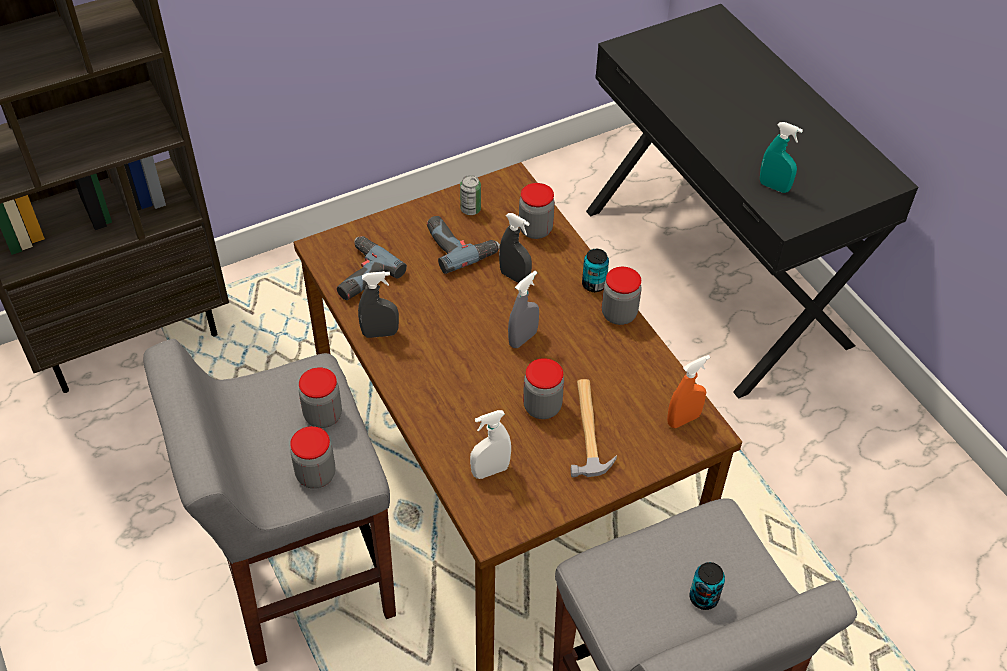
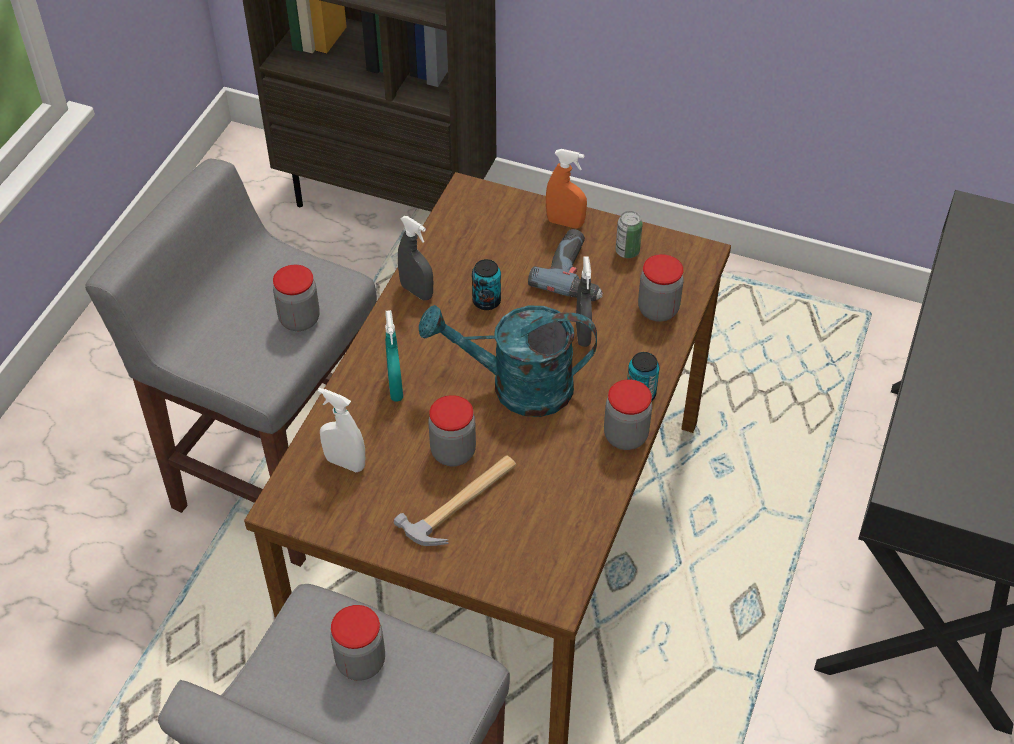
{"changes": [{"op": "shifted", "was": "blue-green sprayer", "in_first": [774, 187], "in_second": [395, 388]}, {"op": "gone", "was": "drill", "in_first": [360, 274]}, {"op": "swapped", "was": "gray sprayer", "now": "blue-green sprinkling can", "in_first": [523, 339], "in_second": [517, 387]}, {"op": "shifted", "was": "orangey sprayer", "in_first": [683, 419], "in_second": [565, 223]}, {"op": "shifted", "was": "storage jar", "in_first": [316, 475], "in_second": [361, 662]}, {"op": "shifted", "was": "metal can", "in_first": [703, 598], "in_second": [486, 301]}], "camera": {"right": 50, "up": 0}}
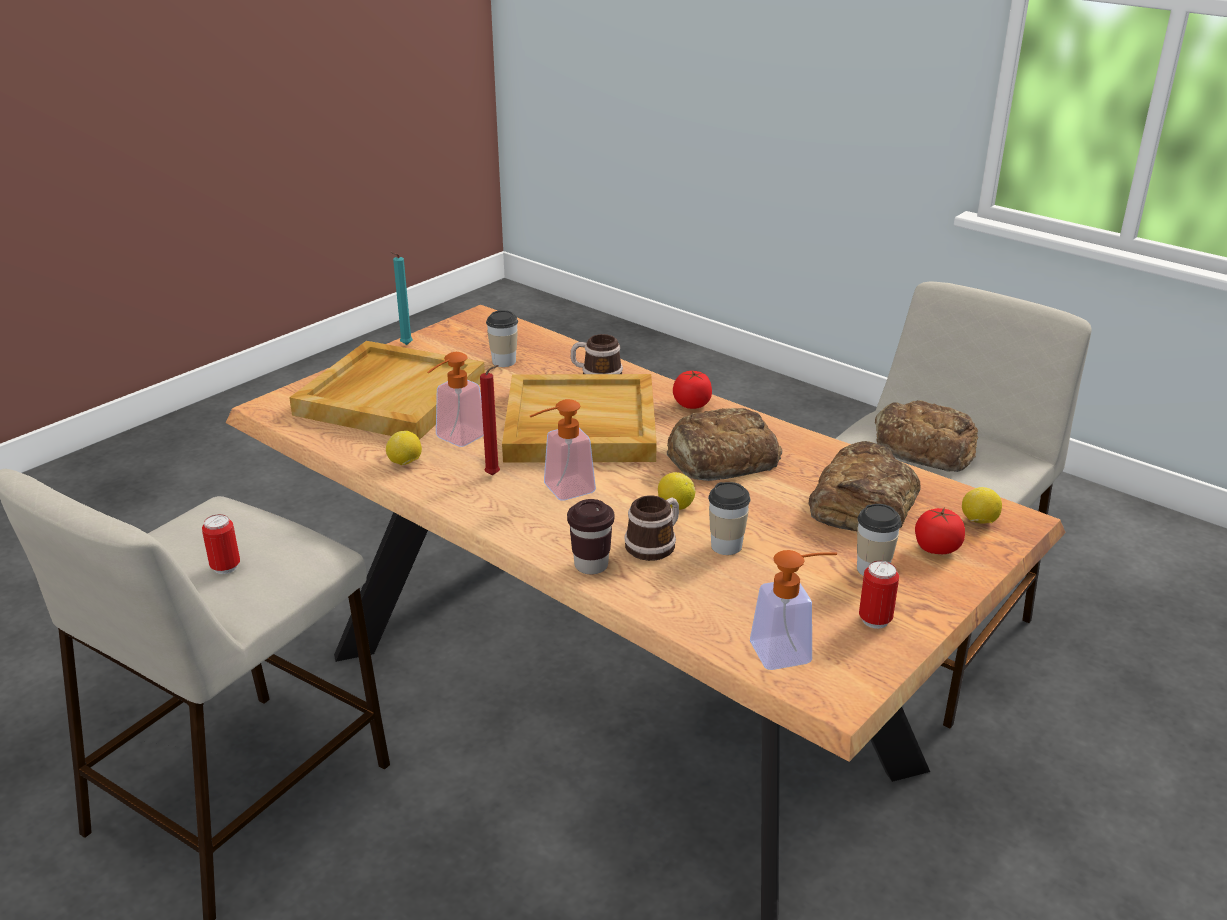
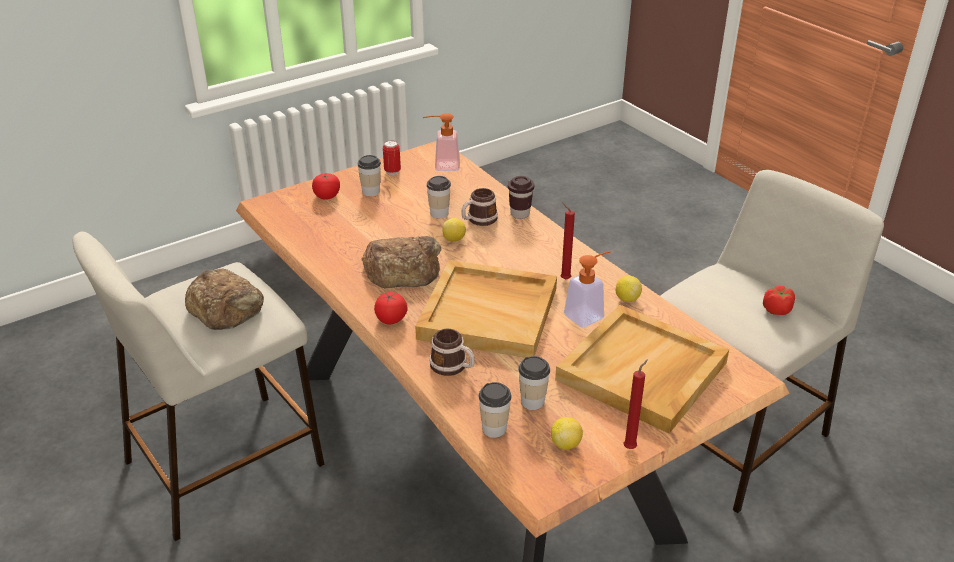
{"changes": [{"op": "repainted", "was": "blue-green wax candle", "now": "reddish wax candle", "in_first": [405, 345], "in_second": [631, 447]}, {"op": "gone", "was": "soap dispenser", "in_first": [561, 491]}, {"op": "gone", "was": "bakery bread", "in_first": [862, 502]}, {"op": "shifted", "was": "whole lemon", "in_first": [978, 522], "in_second": [566, 444]}, {"op": "gone", "was": "metal can", "in_first": [225, 567]}, {"op": "new", "now": "tomato", "in_second": [777, 310]}, {"op": "new", "now": "cup", "in_second": [494, 429]}], "camera": {"right": -165, "up": 5}}
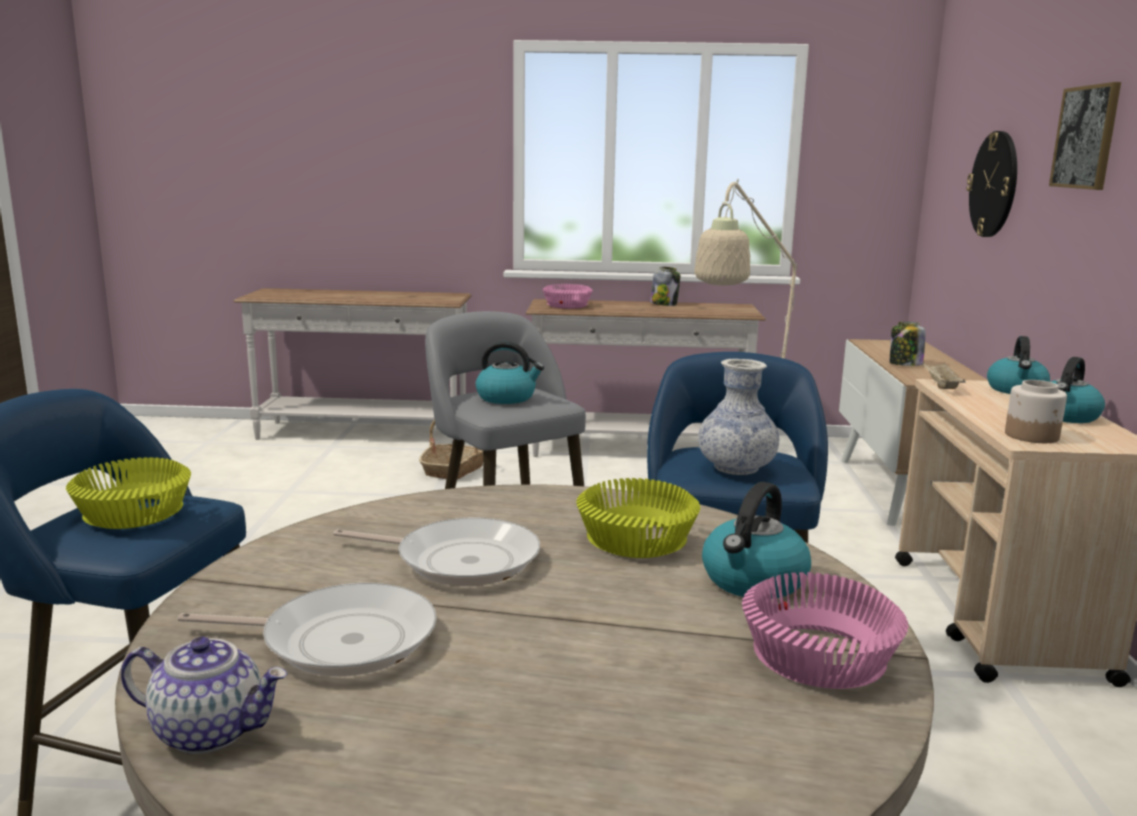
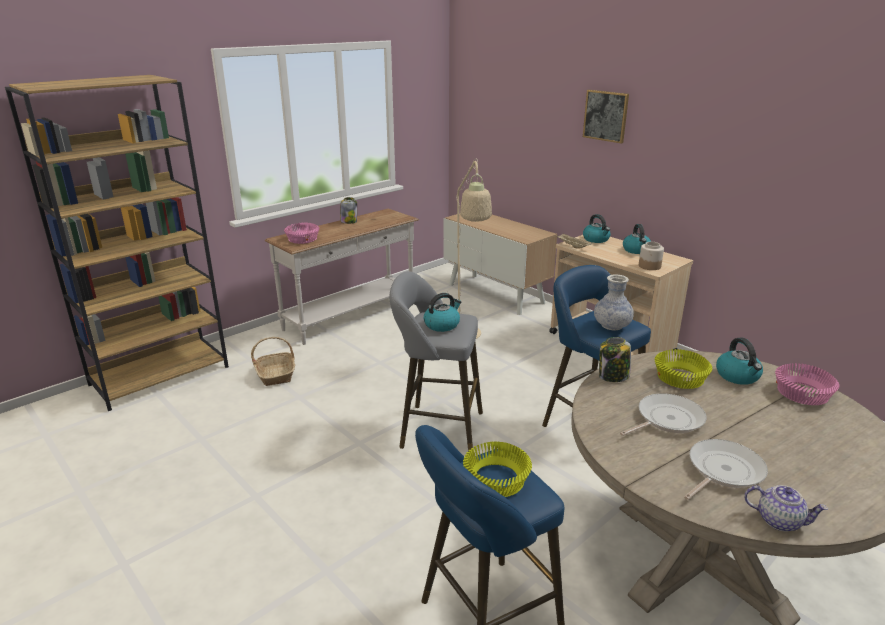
{"changes": [{"op": "gone", "was": "wall clock", "in_first": [994, 184]}, {"op": "swapped", "was": "white-coloured narrow table", "now": "brownish bookshelf", "in_first": [362, 434], "in_second": [160, 375]}, {"op": "shifted", "was": "storage jar", "in_first": [905, 364], "in_second": [613, 376]}, {"op": "rotated", "was": "pot for tea", "in_first": [211, 731], "in_second": [779, 520], "clockwise": 60}], "camera": {"right": -45, "up": 10}}
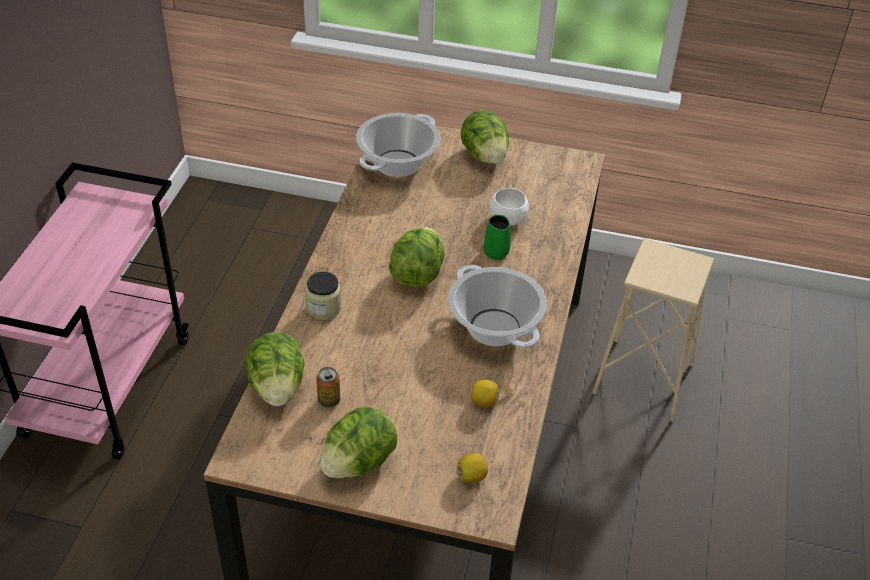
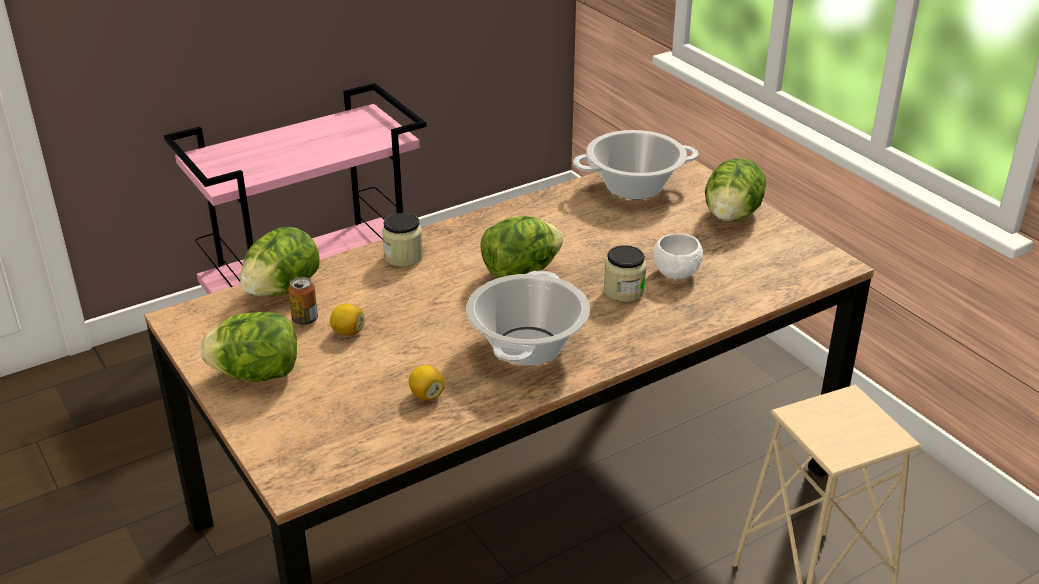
{"changes": [{"op": "swapped", "was": "green tea mug", "now": "storage jar", "in_first": [496, 251], "in_second": [623, 291]}, {"op": "shifted", "was": "whole lemon", "in_first": [472, 476], "in_second": [348, 332]}], "camera": {"right": 45, "up": -10}}
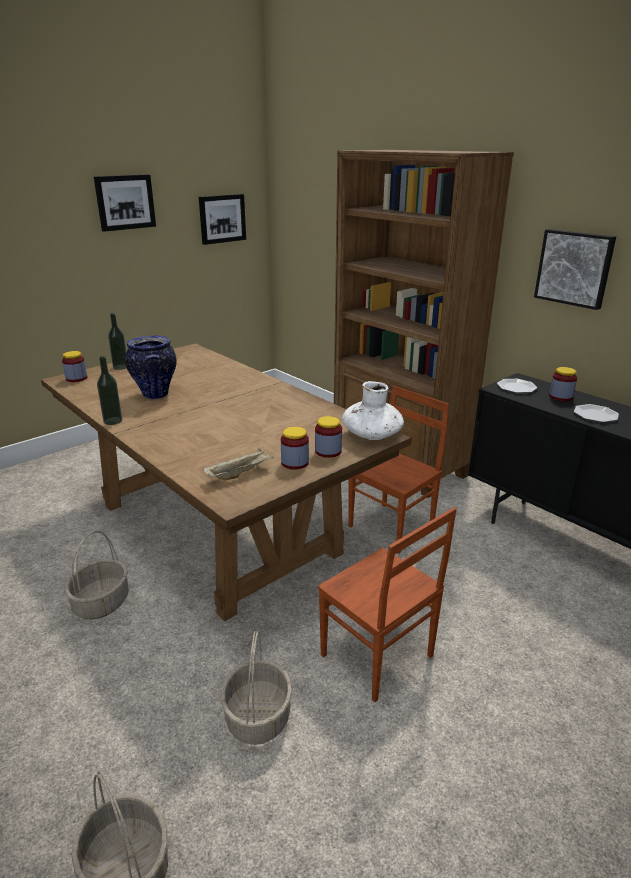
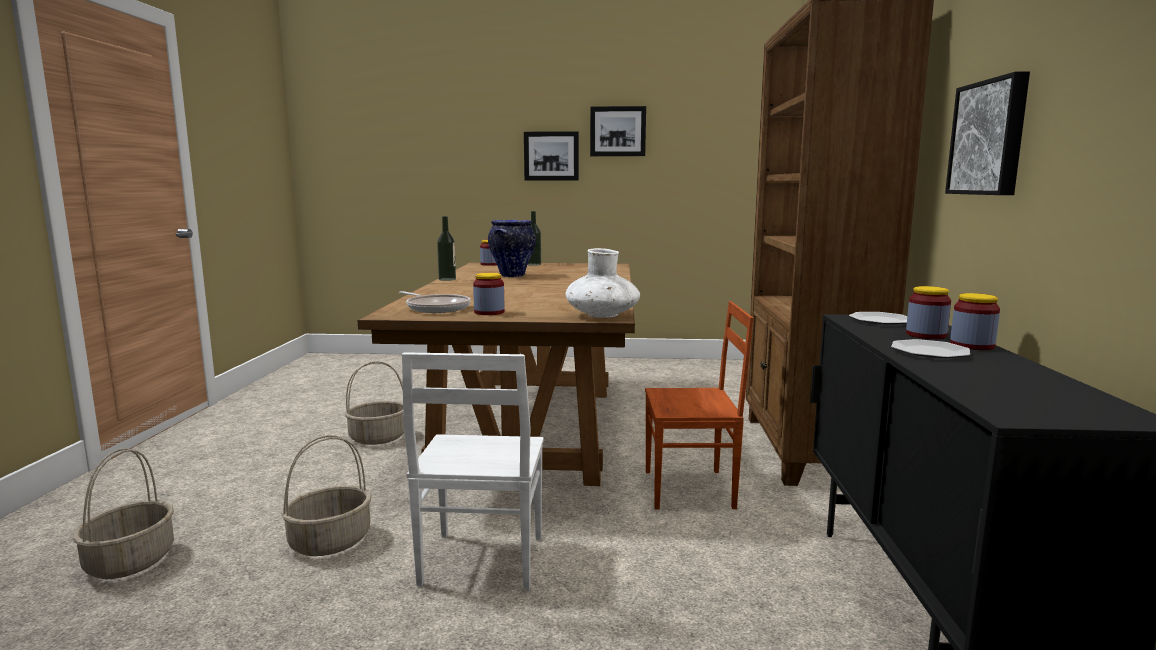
{"changes": [{"op": "shifted", "was": "picture", "in_first": [222, 218], "in_second": [551, 156]}, {"op": "shifted", "was": "storage jar", "in_first": [328, 451], "in_second": [972, 345]}, {"op": "swapped", "was": "sand-coloured serving tray", "now": "pan", "in_first": [239, 474], "in_second": [436, 308]}, {"op": "repainted", "was": "brownish upright chair", "now": "white-coloured upright chair", "in_first": [377, 657], "in_second": [480, 562]}], "camera": {"right": 45, "up": -15}}
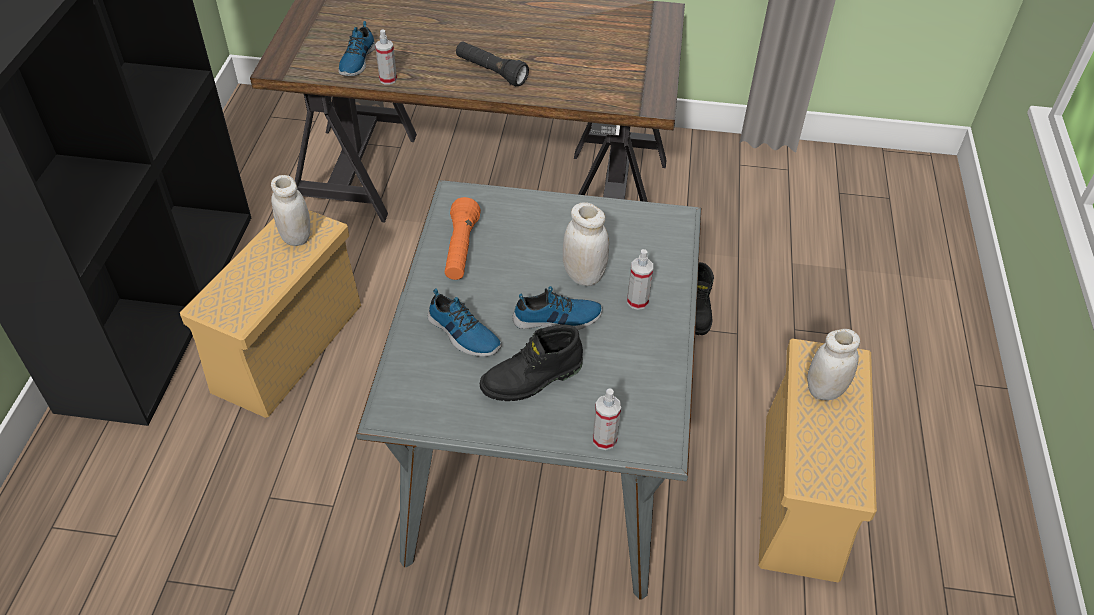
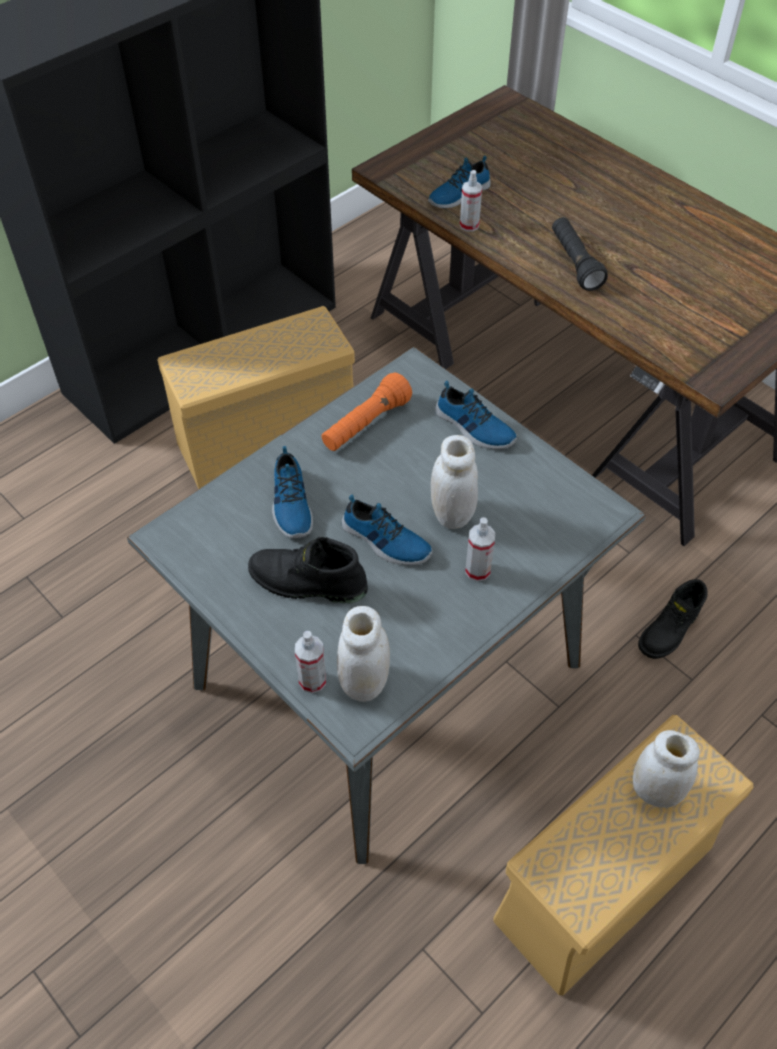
{"changes": [{"op": "shifted", "was": "white-coloured storage jar", "in_first": [296, 237], "in_second": [364, 682]}, {"op": "new", "now": "item of footwear", "in_second": [474, 428]}], "camera": {"right": 40, "up": 5}}
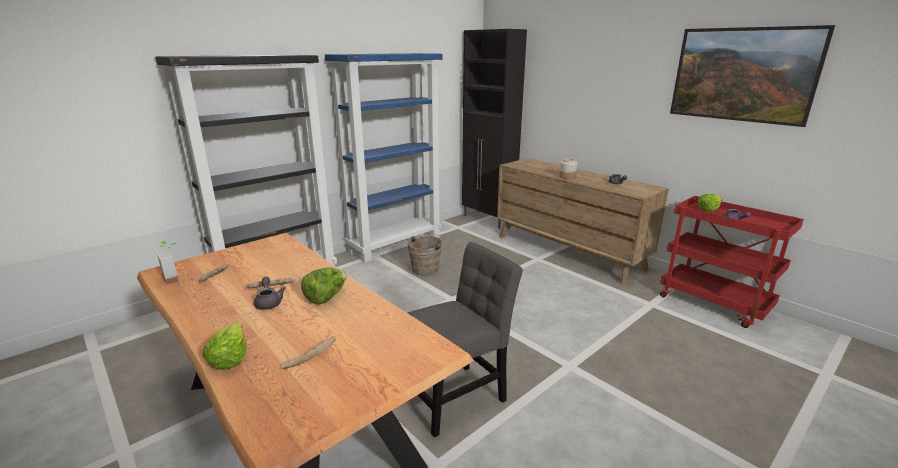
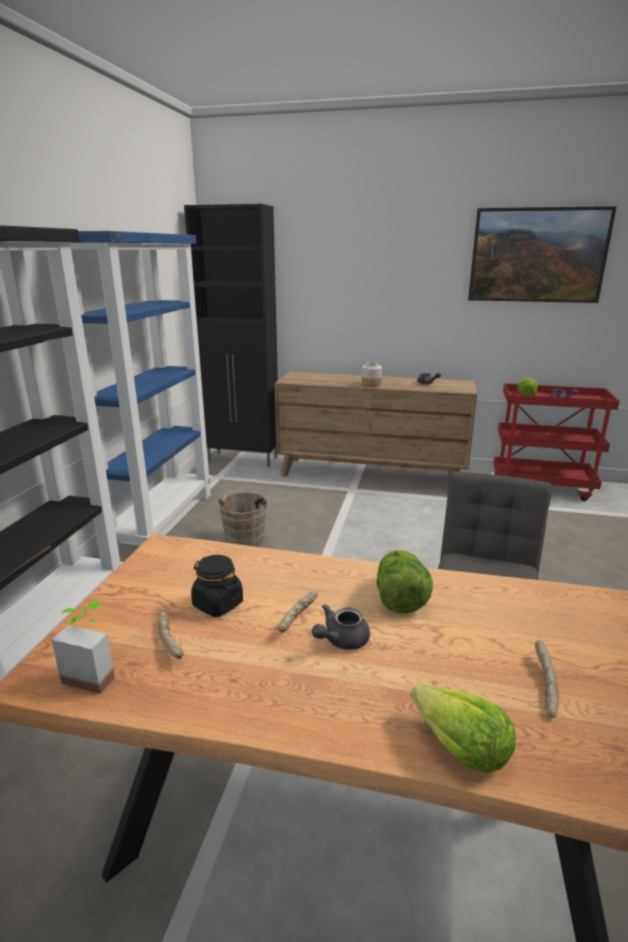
{"changes": [{"op": "rotated", "was": "gray pot for tea", "in_first": [269, 302], "in_second": [341, 640], "clockwise": -75}, {"op": "new", "now": "black storage jar", "in_second": [217, 604]}], "camera": {"right": -35, "up": 0}}
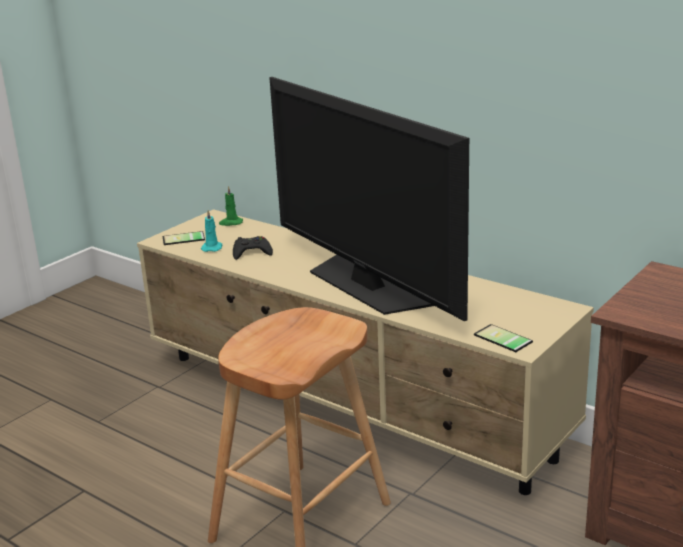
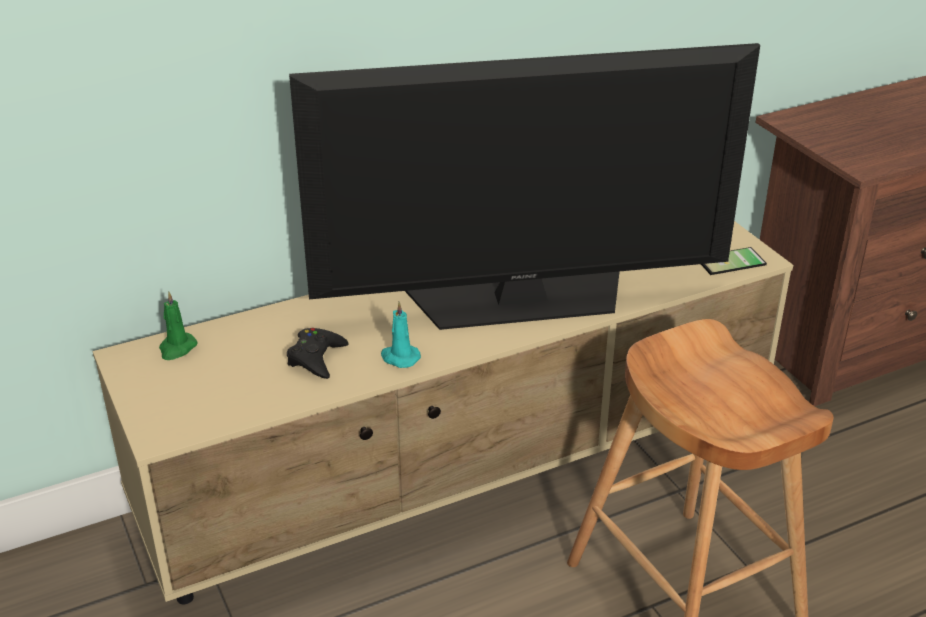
{"changes": [{"op": "shifted", "was": "blue-green wax candle", "in_first": [212, 248], "in_second": [399, 357]}, {"op": "gone", "was": "telephone", "in_first": [183, 239]}], "camera": {"right": -65, "up": 10}}
